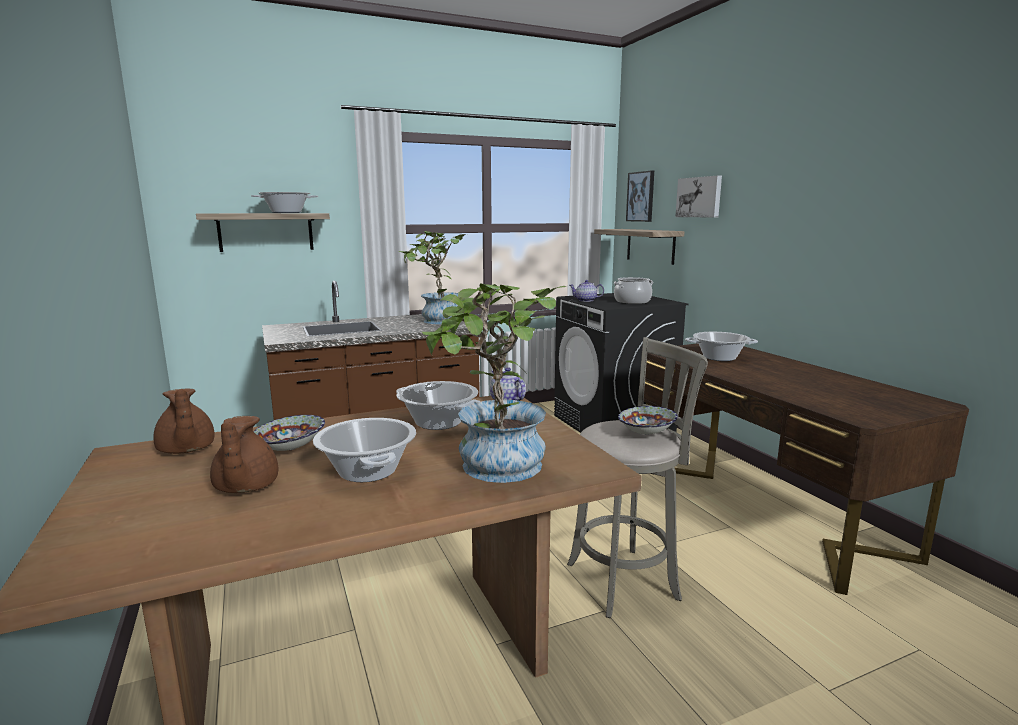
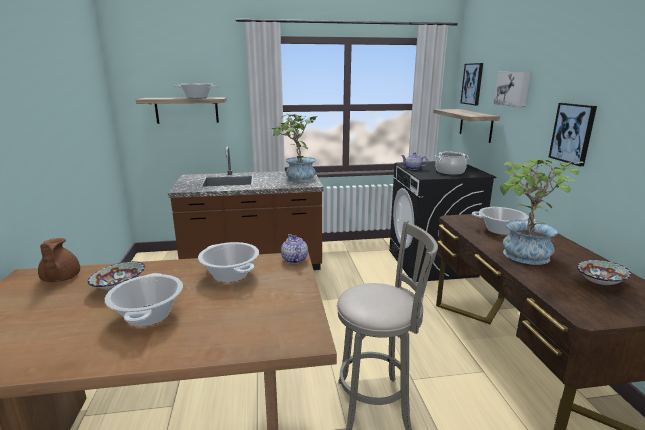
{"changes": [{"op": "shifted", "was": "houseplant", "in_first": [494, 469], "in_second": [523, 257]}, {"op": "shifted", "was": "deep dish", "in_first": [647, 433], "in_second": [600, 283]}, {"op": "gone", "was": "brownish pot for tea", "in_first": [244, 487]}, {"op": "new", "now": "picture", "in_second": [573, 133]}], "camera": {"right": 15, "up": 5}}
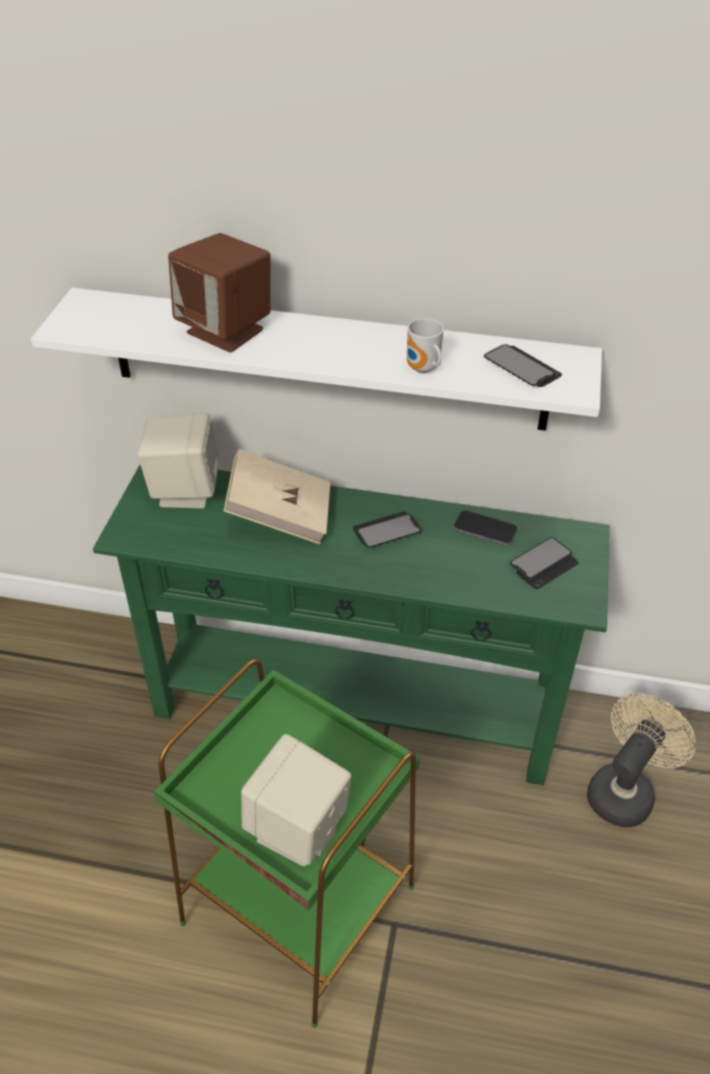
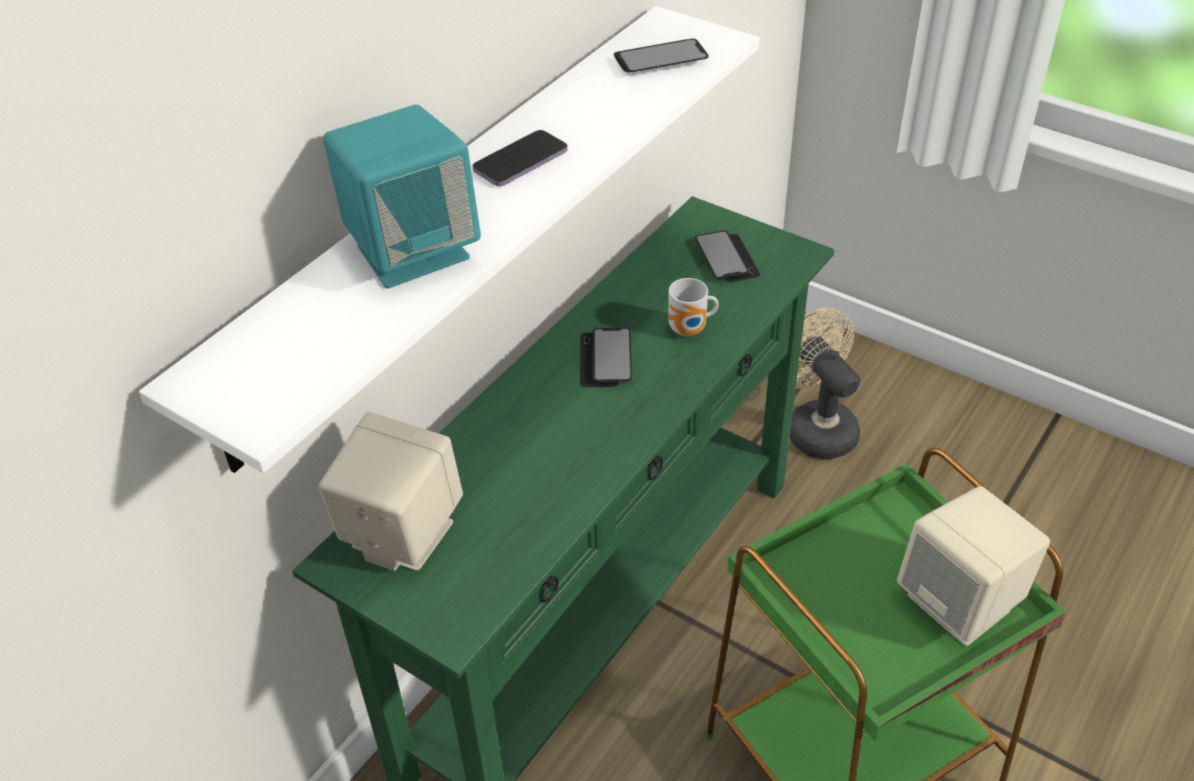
{"changes": [{"op": "repainted", "was": "brownish audio speaker", "now": "blue-green audio speaker", "in_first": [226, 331], "in_second": [412, 251]}, {"op": "shifted", "was": "tea mug", "in_first": [423, 369], "in_second": [690, 330]}, {"op": "gone", "was": "sand-coloured bound book", "in_first": [280, 515]}, {"op": "shifted", "was": "telephone", "in_first": [484, 529], "in_second": [520, 161]}], "camera": {"right": -65, "up": 0}}
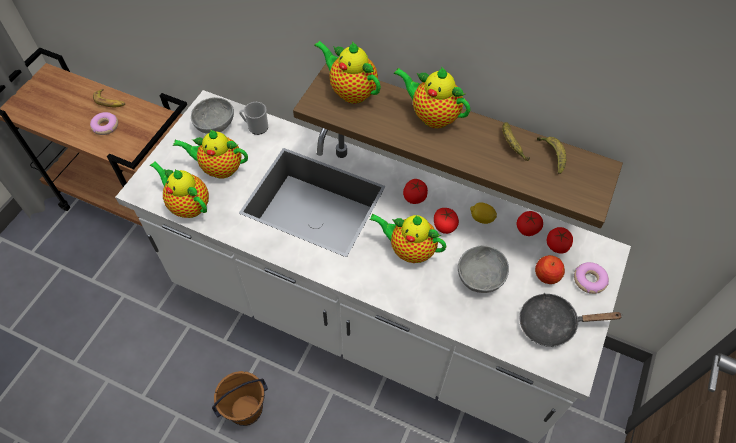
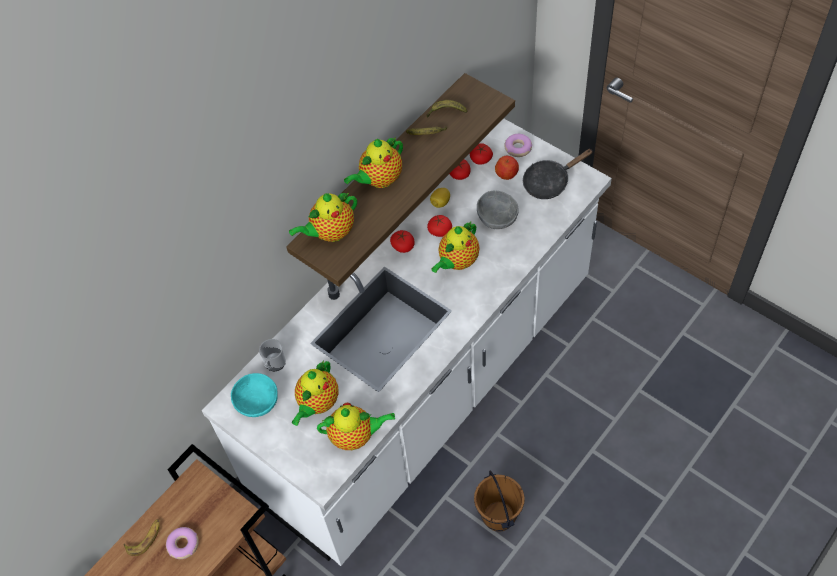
{"changes": [{"op": "repainted", "was": "gray deep dish", "now": "blue-green deep dish", "in_first": [214, 125], "in_second": [257, 403]}, {"op": "rotated", "was": "pot for tea", "in_first": [188, 205], "in_second": [355, 436], "clockwise": -150}, {"op": "rotated", "was": "black pan", "in_first": [553, 324], "in_second": [549, 182], "clockwise": 45}], "camera": {"right": -70, "up": 0}}
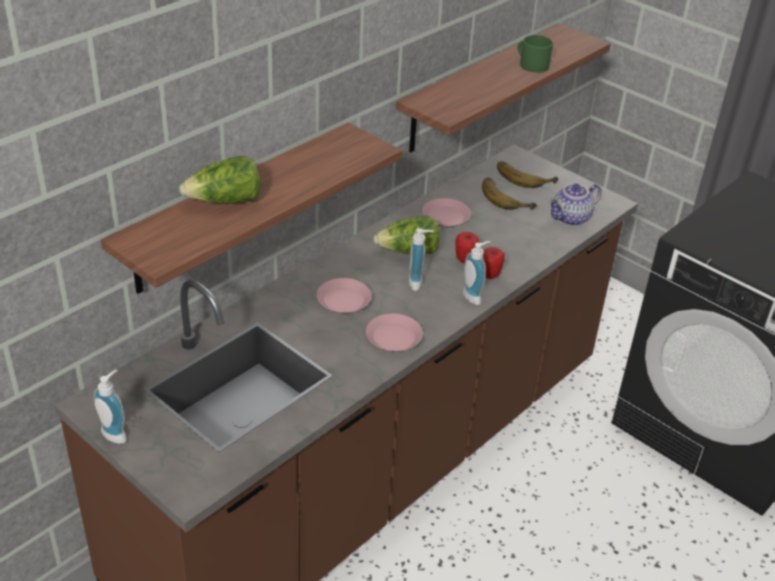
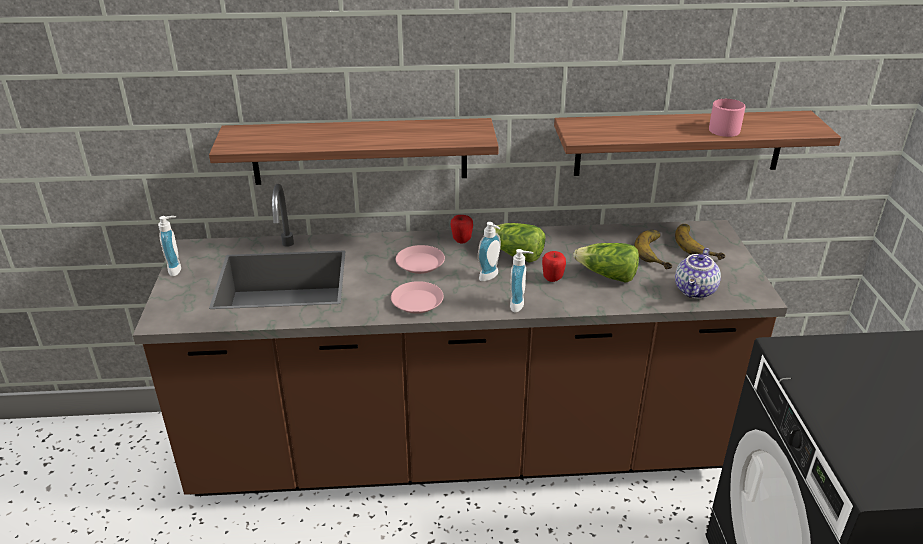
{"changes": [{"op": "repainted", "was": "green tea mug", "now": "pinkish tea mug", "in_first": [531, 64], "in_second": [722, 128]}, {"op": "shifted", "was": "lettuce head", "in_first": [225, 201], "in_second": [607, 275]}, {"op": "rotated", "was": "pot for tea", "in_first": [571, 219], "in_second": [696, 291], "clockwise": -75}, {"op": "gone", "was": "pinkish flat dish", "in_first": [446, 217]}, {"op": "shifted", "was": "apple", "in_first": [489, 275], "in_second": [461, 240]}], "camera": {"right": 45, "up": -5}}
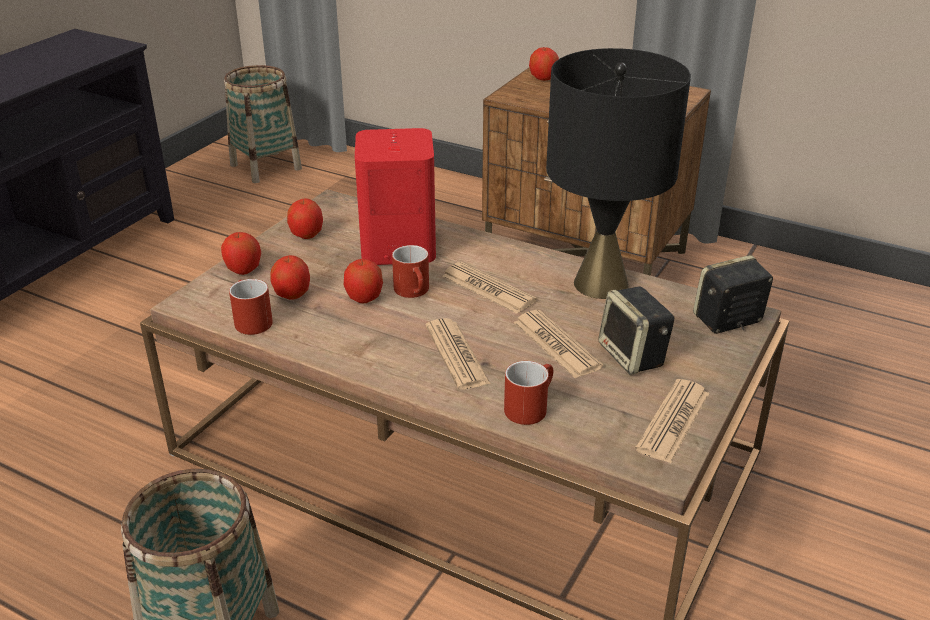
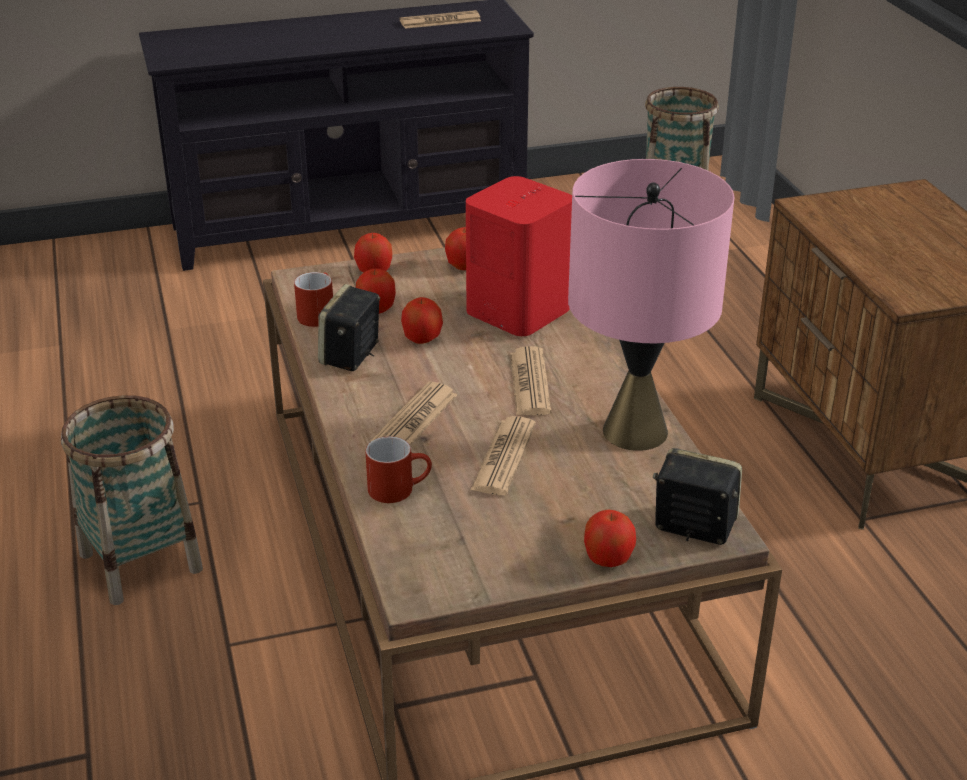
{"changes": [{"op": "shifted", "was": "apple", "in_first": [543, 78], "in_second": [608, 559]}, {"op": "repainted", "was": "black lamp for a table", "now": "pinkish lamp for a table", "in_first": [600, 283], "in_second": [635, 431]}, {"op": "gone", "was": "reddish tea mug", "in_first": [415, 292]}, {"op": "shifted", "was": "audio speaker", "in_first": [633, 356], "in_second": [351, 356]}, {"op": "shifted", "was": "daily paper", "in_first": [673, 421], "in_second": [440, 21]}], "camera": {"right": 45, "up": 0}}
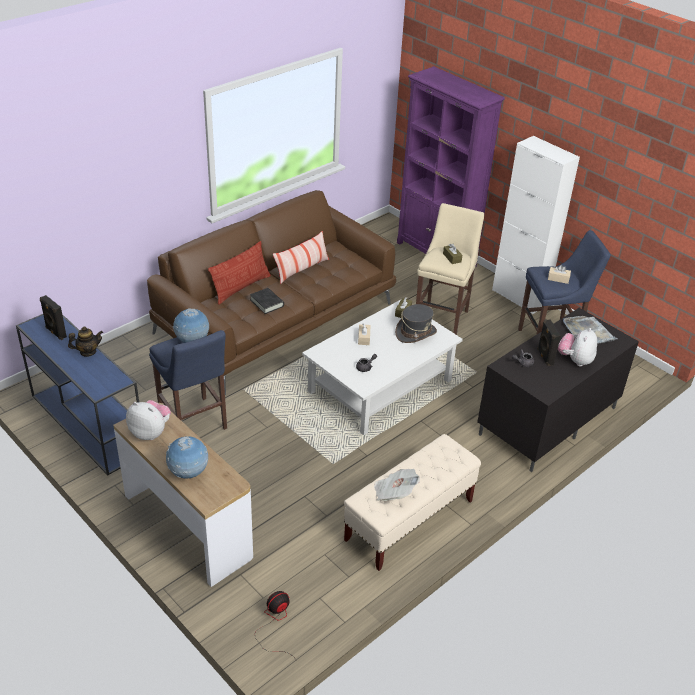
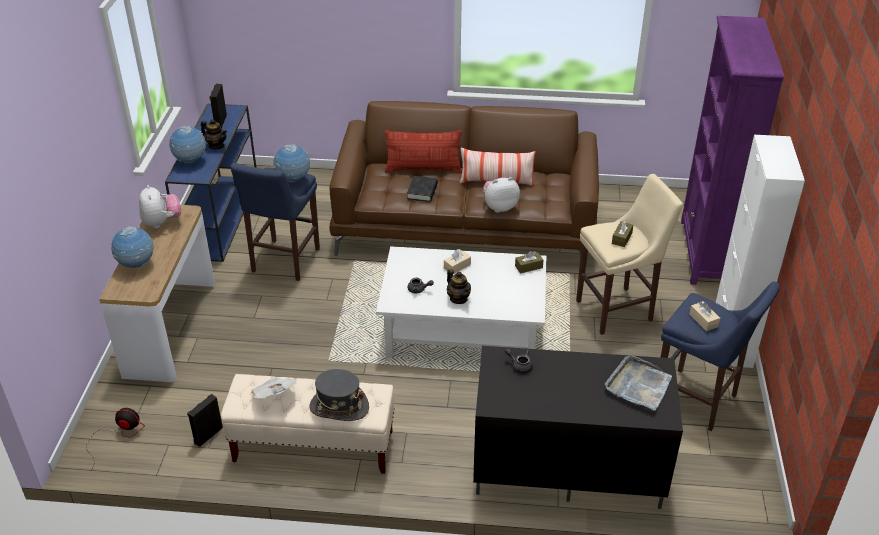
{"changes": [{"op": "shifted", "was": "gray clothing hat", "in_first": [415, 333], "in_second": [339, 407]}, {"op": "shifted", "was": "black audio speaker", "in_first": [544, 357], "in_second": [207, 435]}, {"op": "shifted", "was": "soft toy", "in_first": [575, 360], "in_second": [499, 207]}, {"op": "new", "now": "globe", "in_second": [190, 161]}, {"op": "new", "now": "pot for tea", "in_second": [458, 298]}], "camera": {"right": 50, "up": 0}}
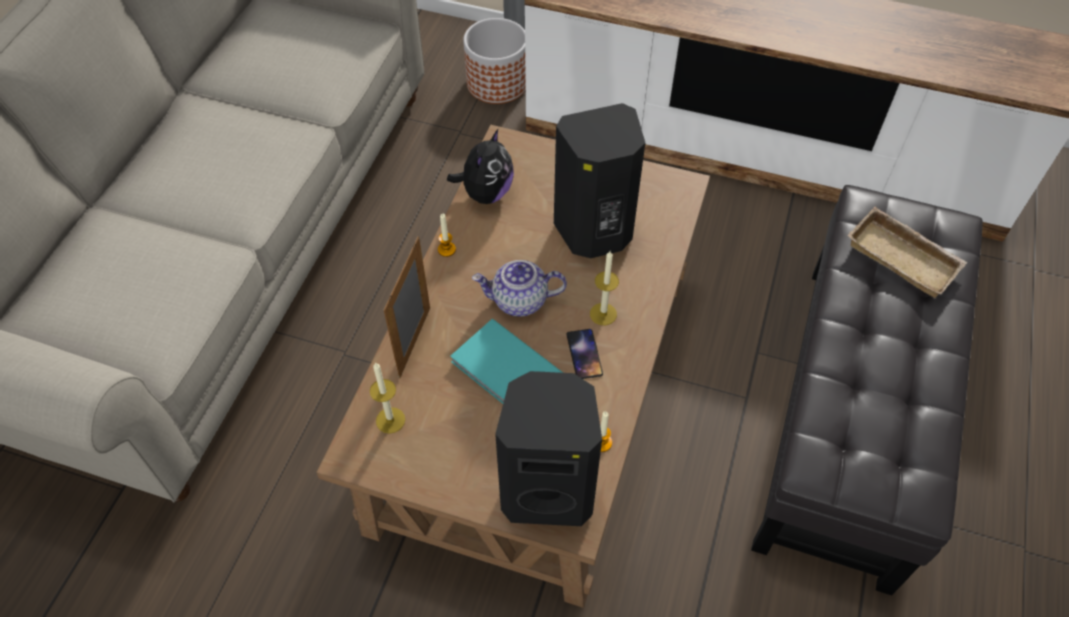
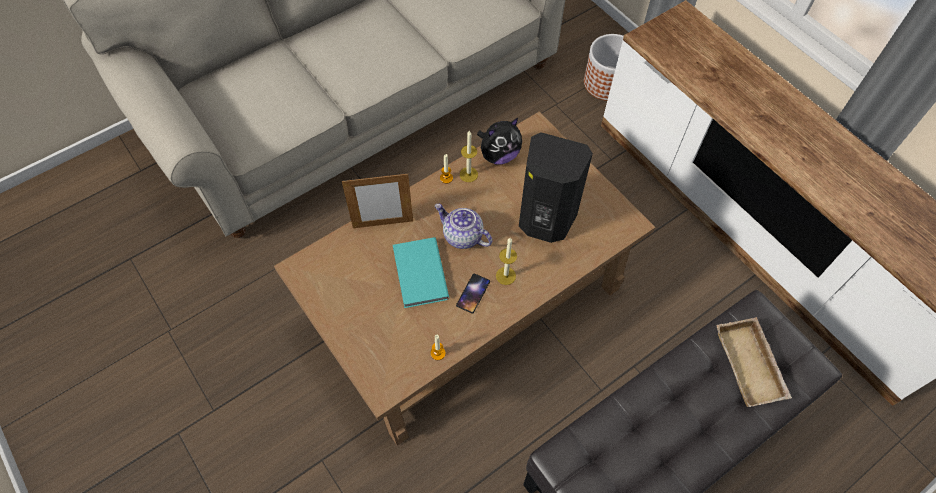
{"changes": [{"op": "rotated", "was": "picture frame", "in_first": [415, 342], "in_second": [383, 224], "clockwise": -150}, {"op": "shifted", "was": "wax candle", "in_first": [390, 420], "in_second": [468, 174]}, {"op": "gone", "was": "black audio speaker", "in_first": [548, 490]}], "camera": {"right": 35, "up": 5}}
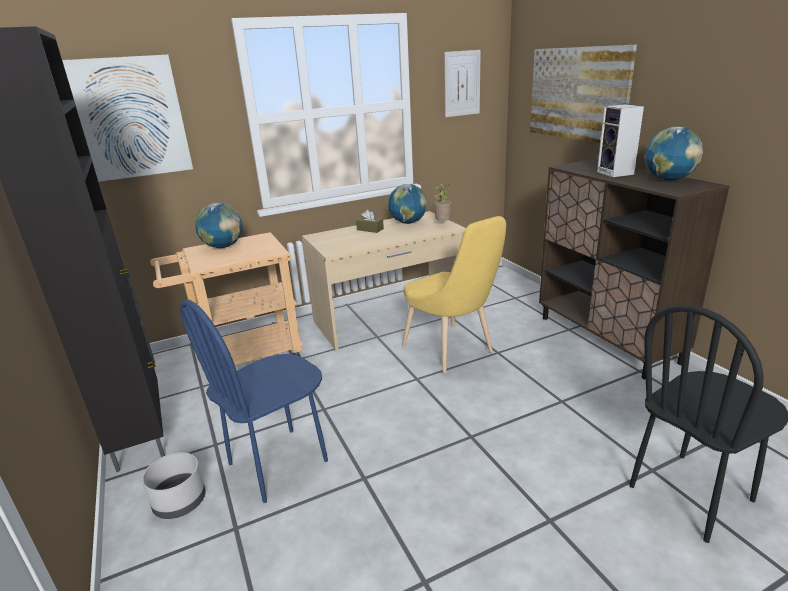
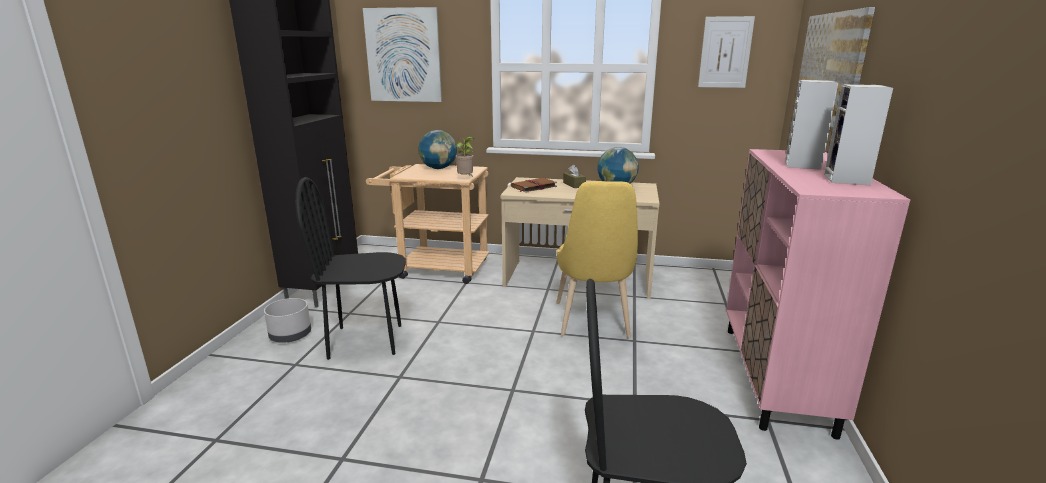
{"changes": [{"op": "swapped", "was": "globe", "now": "audio speaker", "in_first": [668, 179], "in_second": [848, 180]}, {"op": "repainted", "was": "brownish cupboard", "now": "pinkish cupboard", "in_first": [607, 339], "in_second": [775, 377]}, {"op": "shifted", "was": "houseplant", "in_first": [442, 224], "in_second": [466, 178]}, {"op": "repainted", "was": "blue upright chair", "now": "black upright chair", "in_first": [278, 462], "in_second": [366, 341]}, {"op": "new", "now": "brownish bound book", "in_second": [533, 187]}], "camera": {"right": 35, "up": -5}}
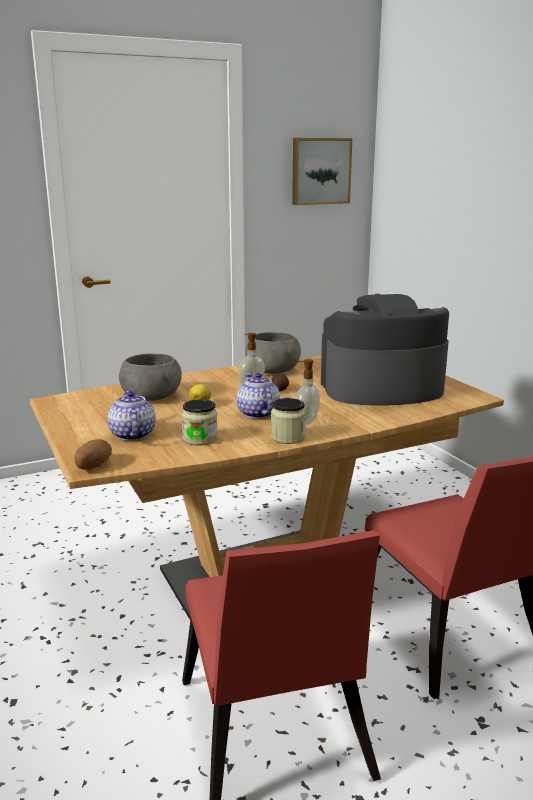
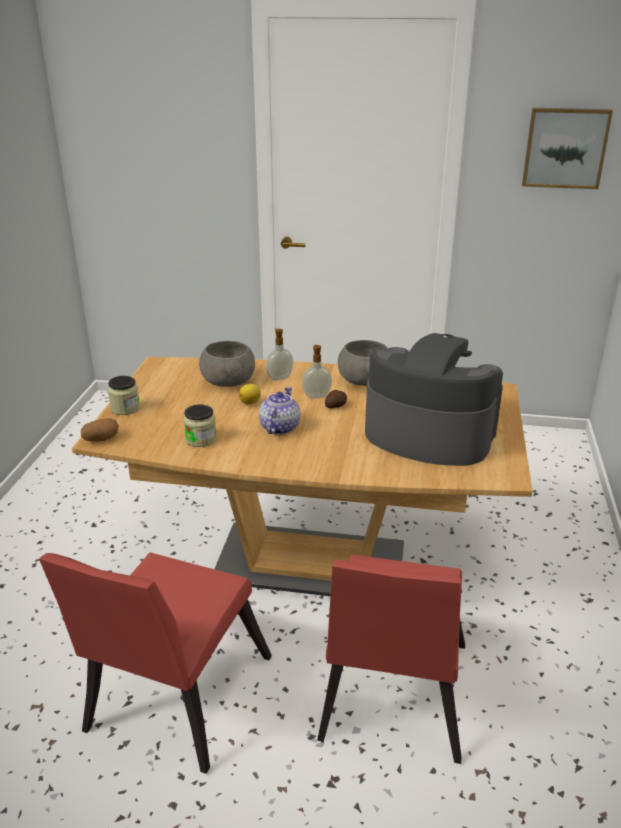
{"changes": [{"op": "shifted", "was": "soap dispenser", "in_first": [306, 421], "in_second": [279, 377]}, {"op": "gone", "was": "pot for tea", "in_first": [132, 435]}, {"op": "shifted", "was": "storage jar", "in_first": [288, 437], "in_second": [125, 408]}], "camera": {"right": 35, "up": 10}}
